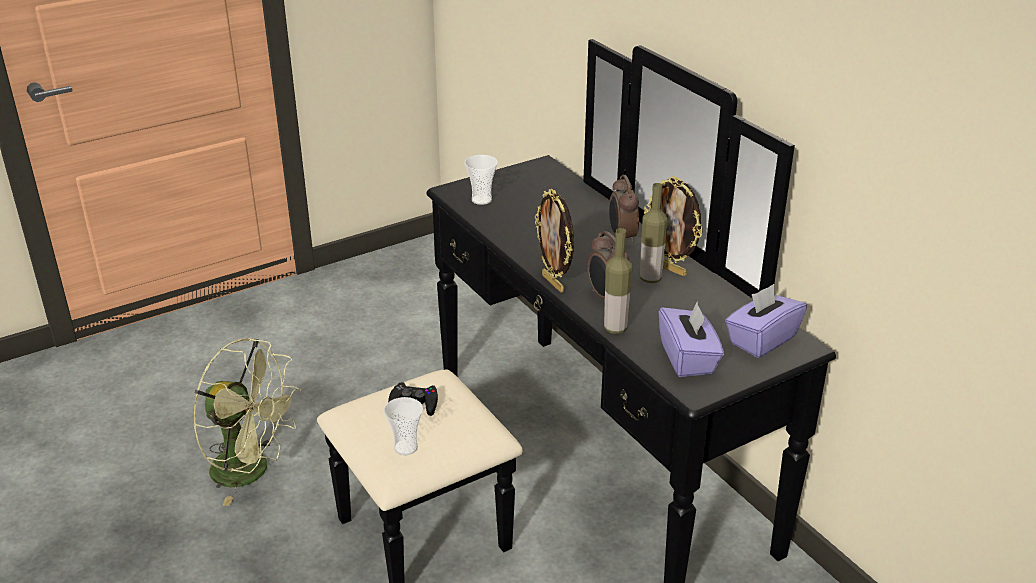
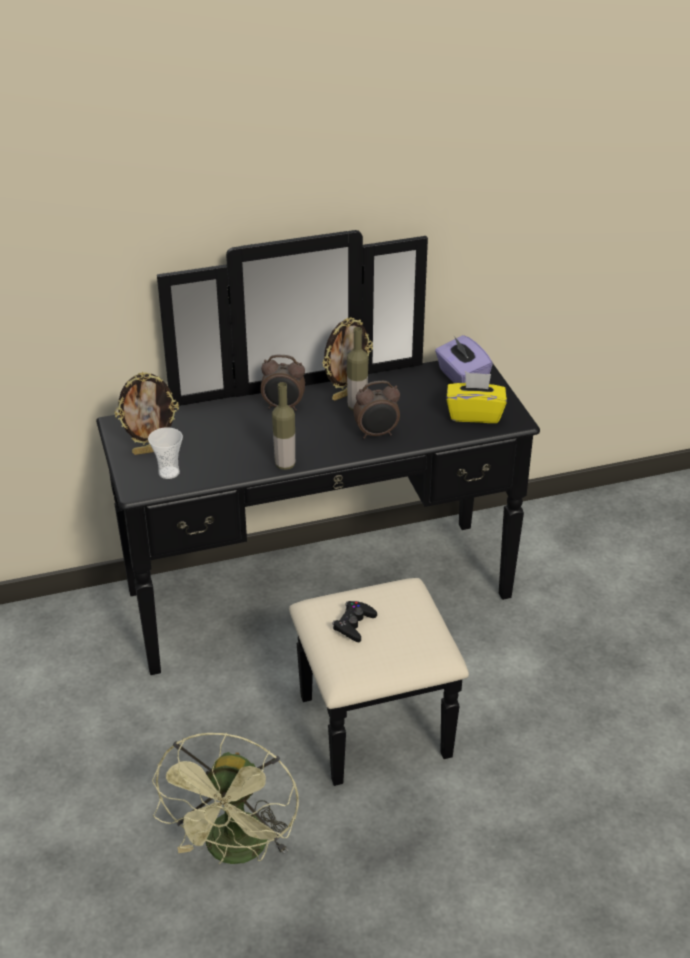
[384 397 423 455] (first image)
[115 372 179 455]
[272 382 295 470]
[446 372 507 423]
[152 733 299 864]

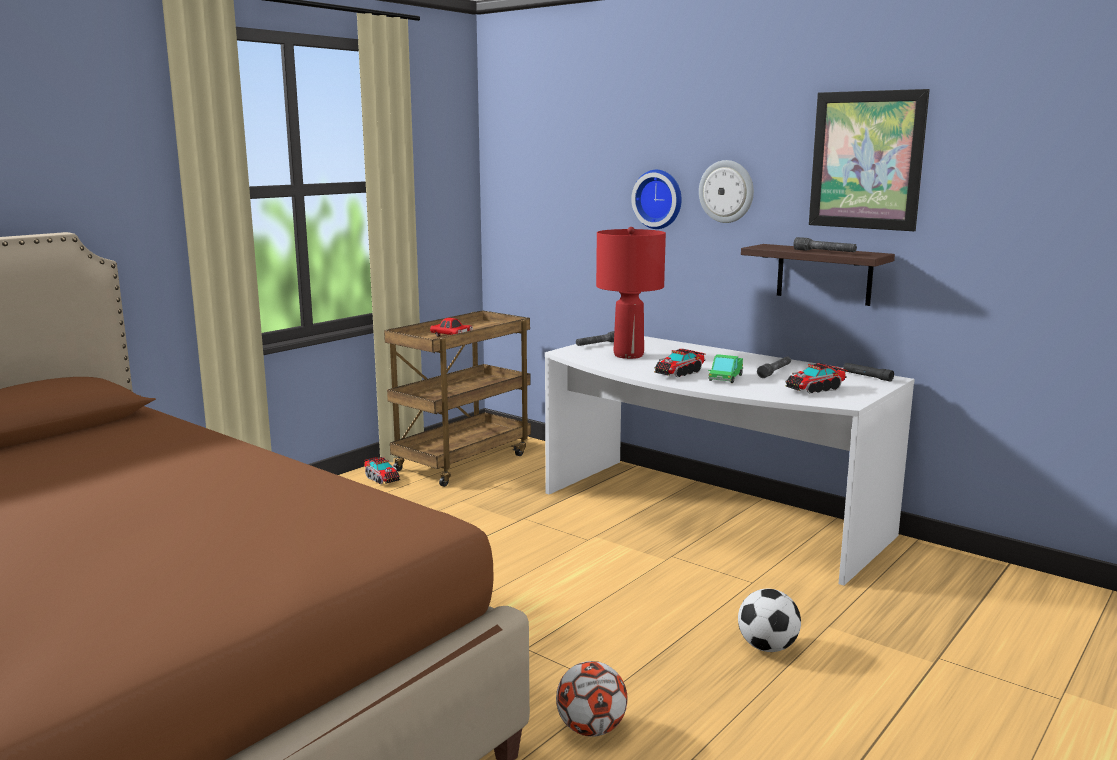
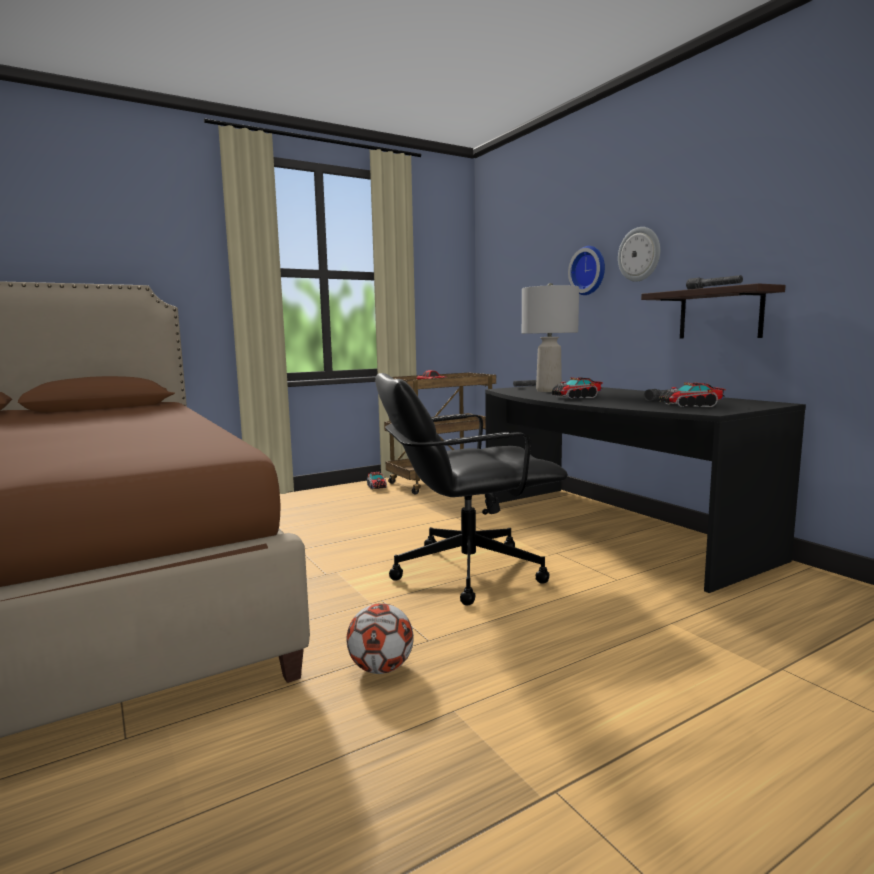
[708 354 743 383] (first image)
[738 589 801 652] (first image)
[809 89 930 231] (first image)
[843 363 894 382] (first image)
[375 373 568 606]
[485 386 806 593]
[522 283 579 392]

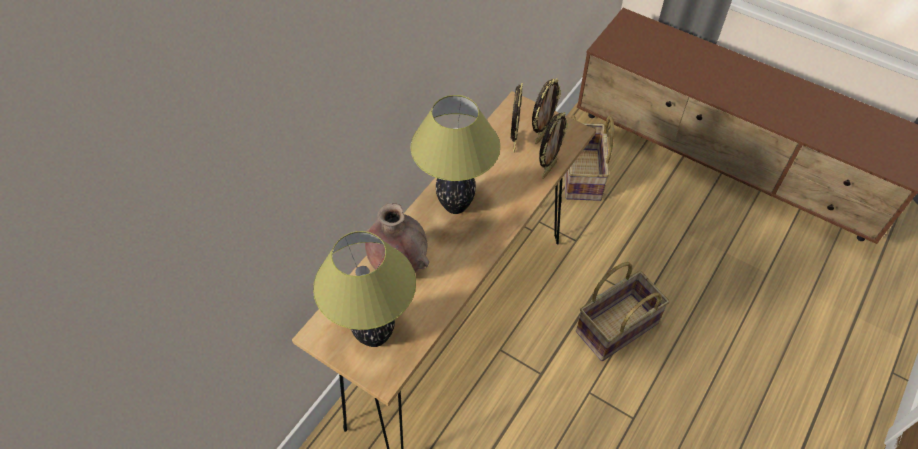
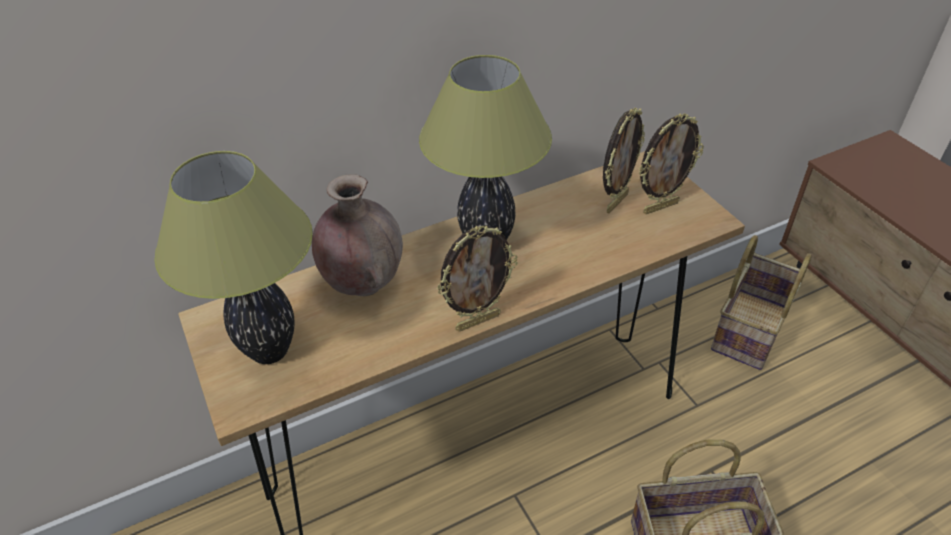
[437 225 518 332]

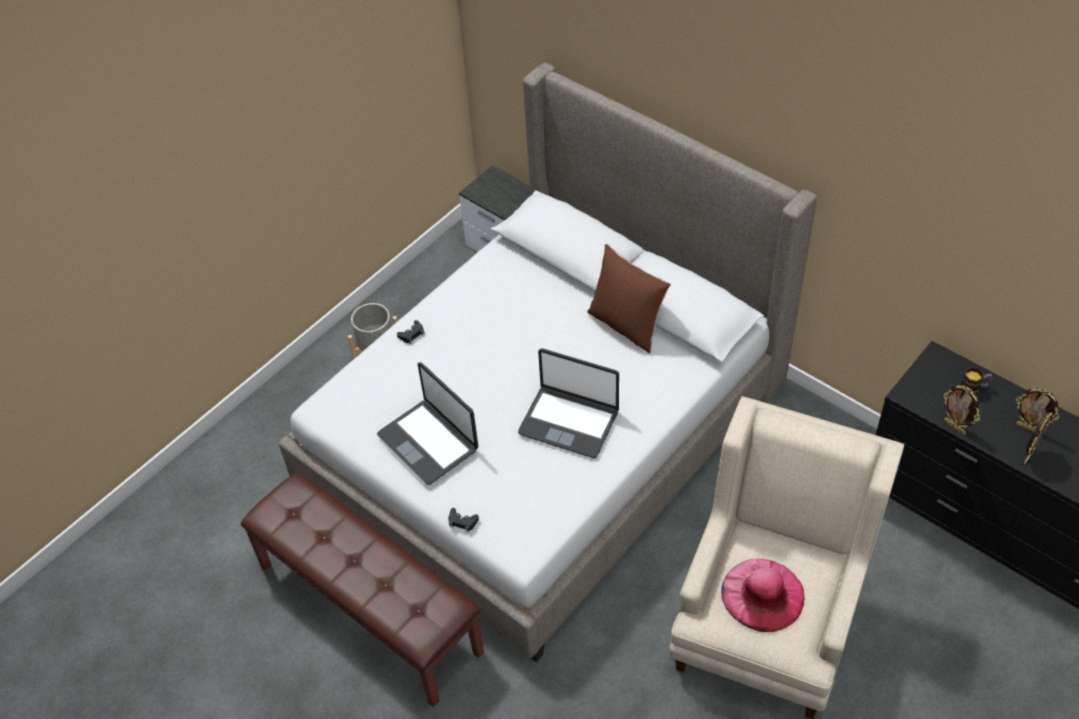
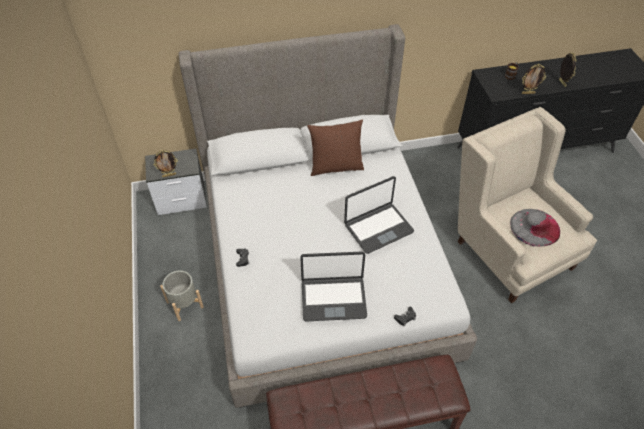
[153 150 178 177]
[510 209 560 247]

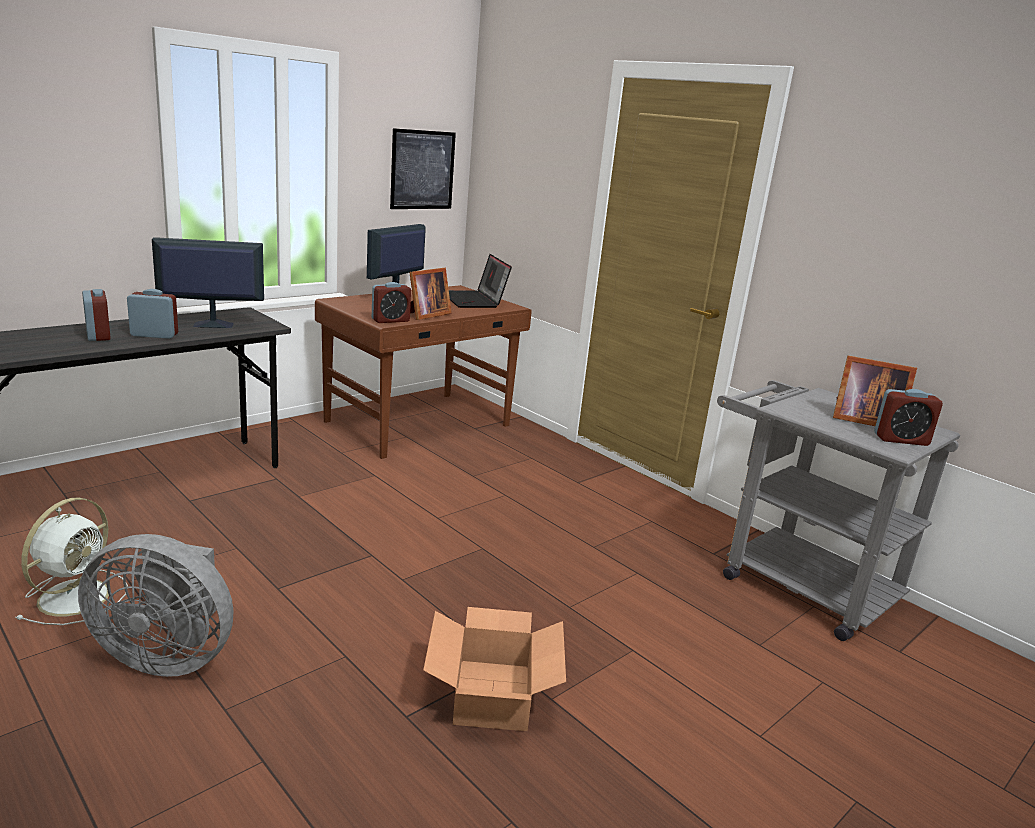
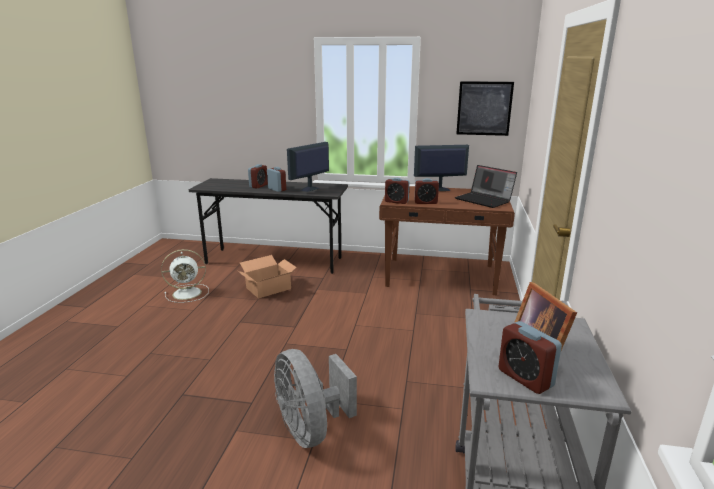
[274 349 357 448]
[238 255 296 298]
[415 178 439 204]
[287 142 329 192]
[455 165 517 208]

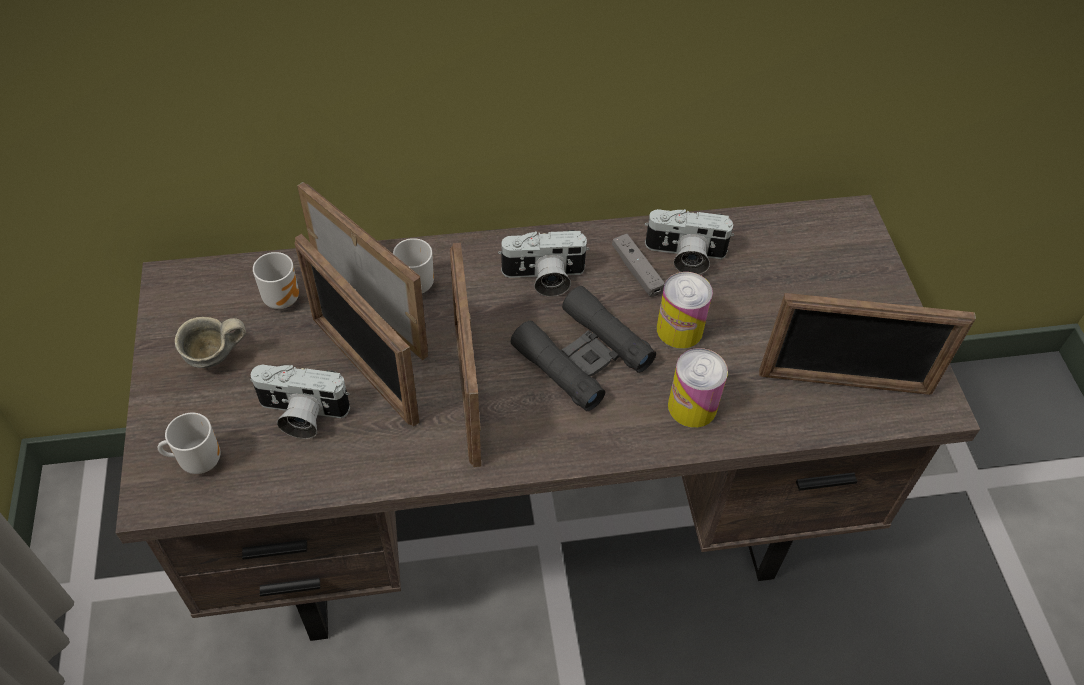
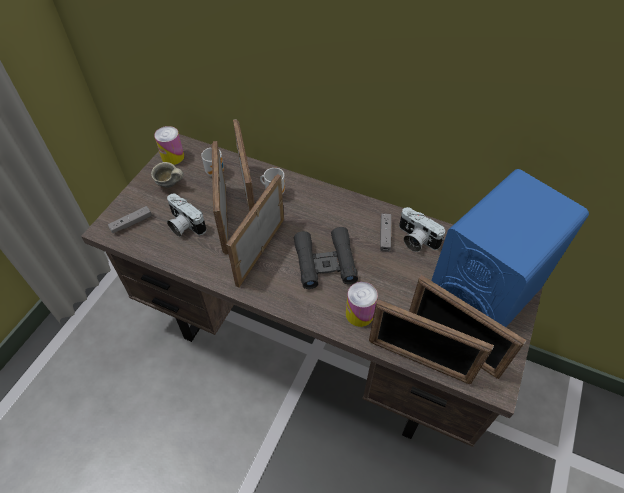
[498 230 589 296] (first image)
[369 299 494 384]
[431 169 589 327]
[154 126 184 165]
[108 206 152 233]

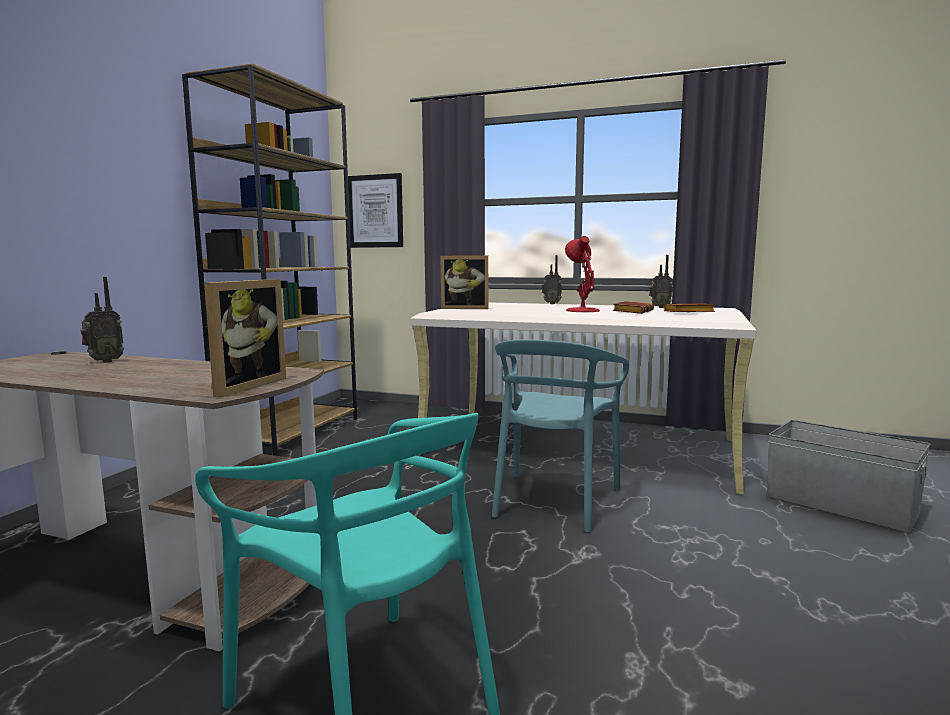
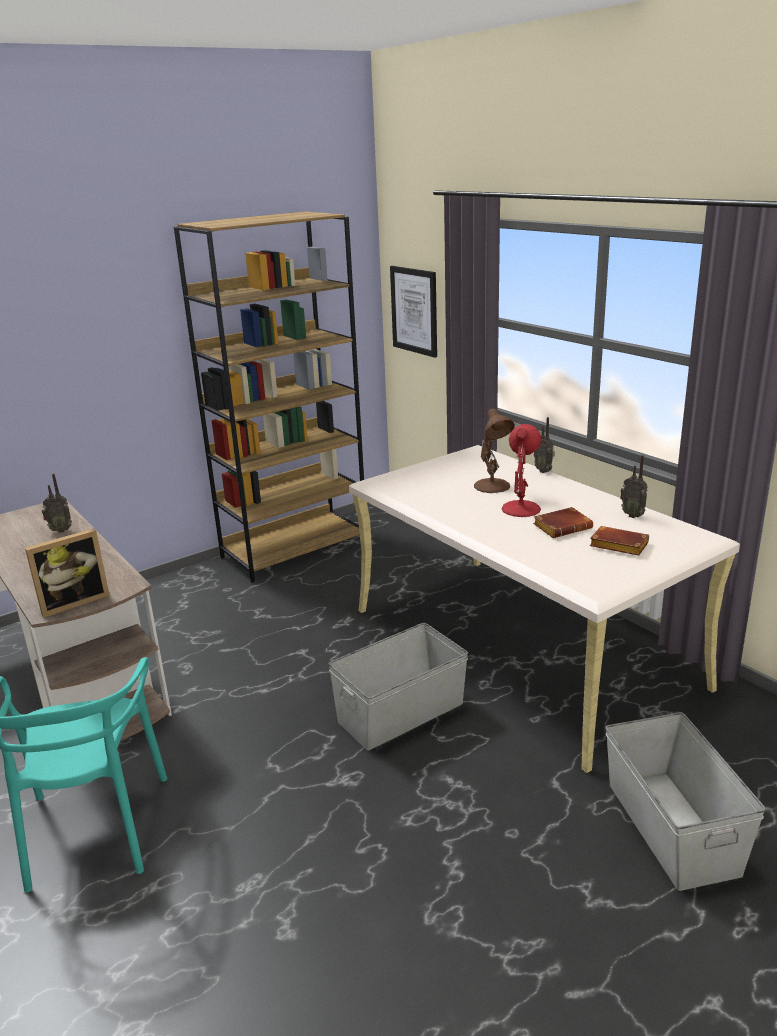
[441 255 488 309] (first image)
[474 408 515 493]
[328 623 468 750]

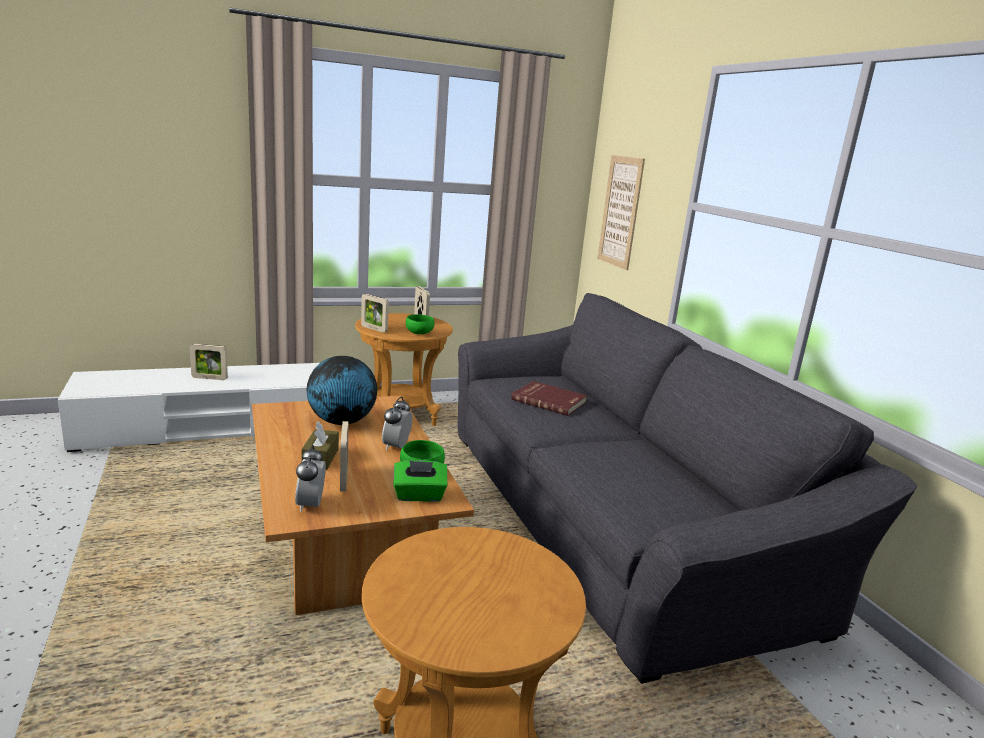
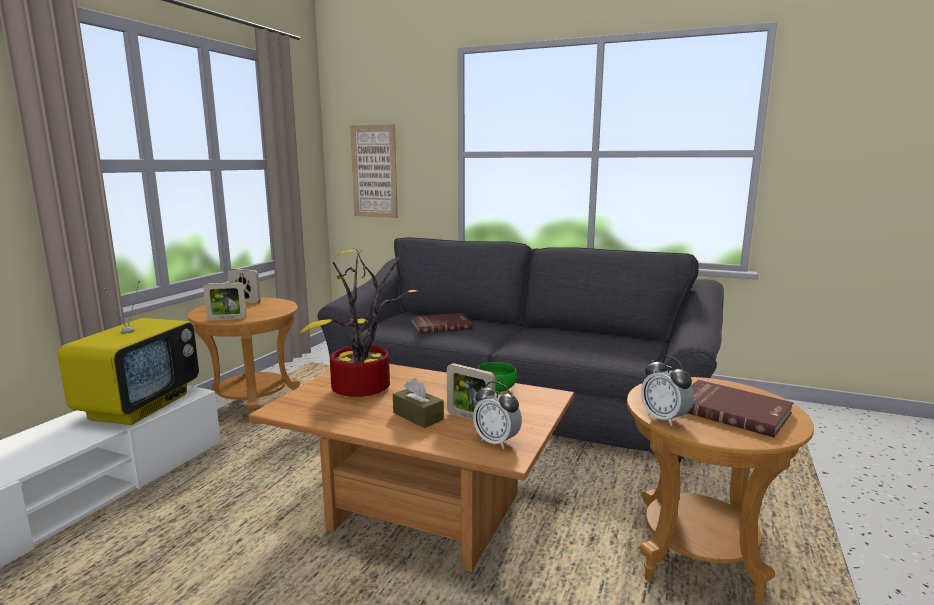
[190 344 228 380] (first image)
[393 460 447 502] (first image)
[406 314 434 334] (first image)
[57 281 199 425]
[688 380 793 437]
[641 356 694 426]
[300 243 421 397]

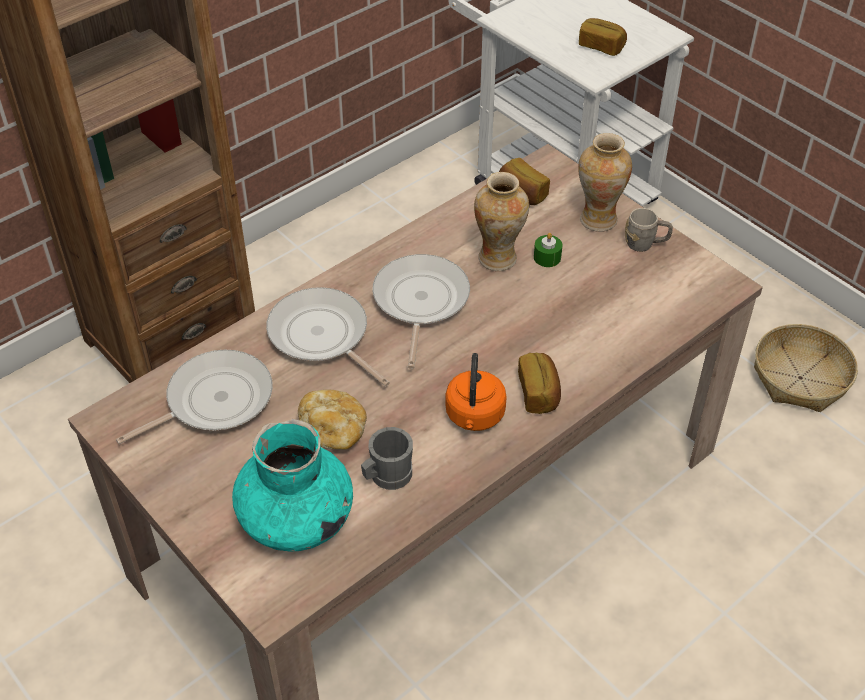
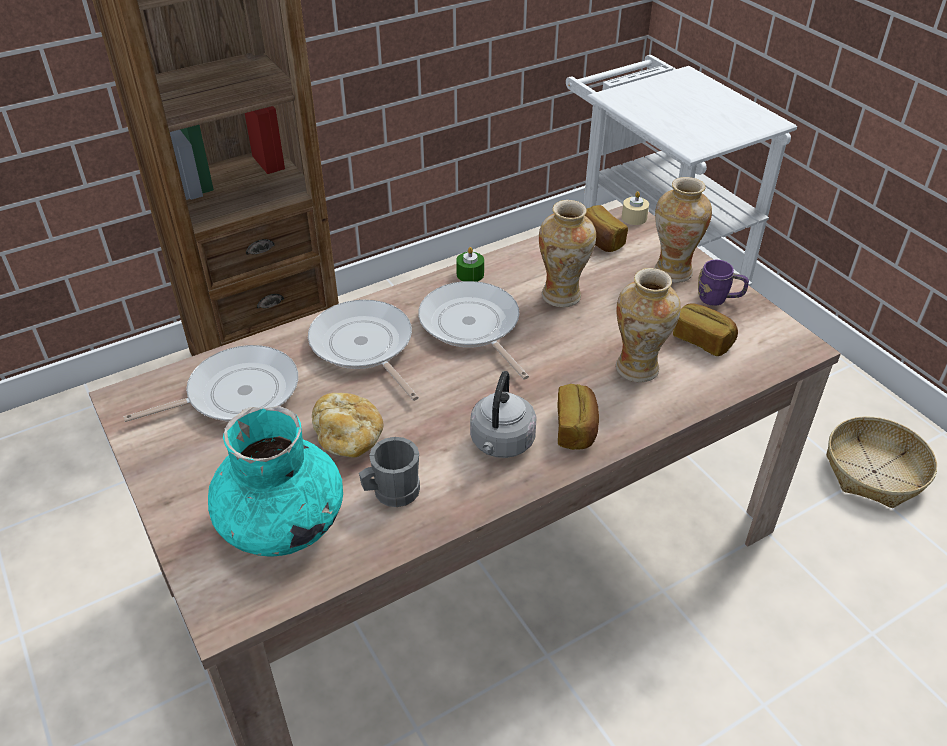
[616 268 681 382]
[622 191 649 225]
[456 247 484 282]
[673 303 738 356]
[470 371 537 458]
[698 260 749 306]
[418 281 529 380]

